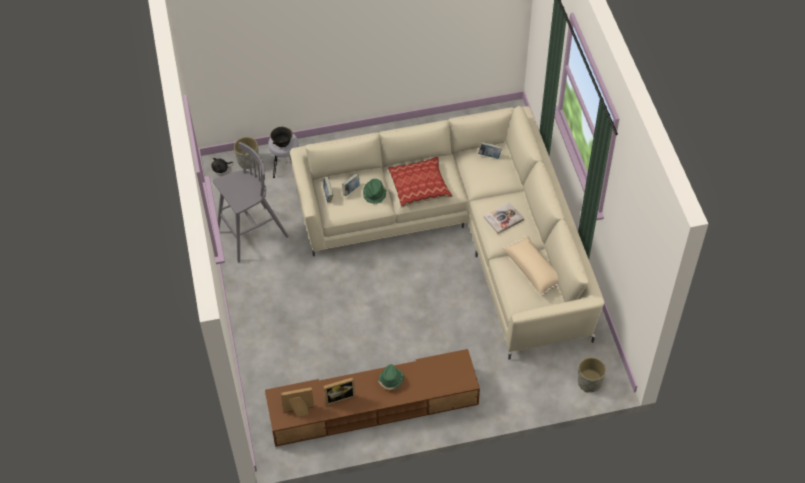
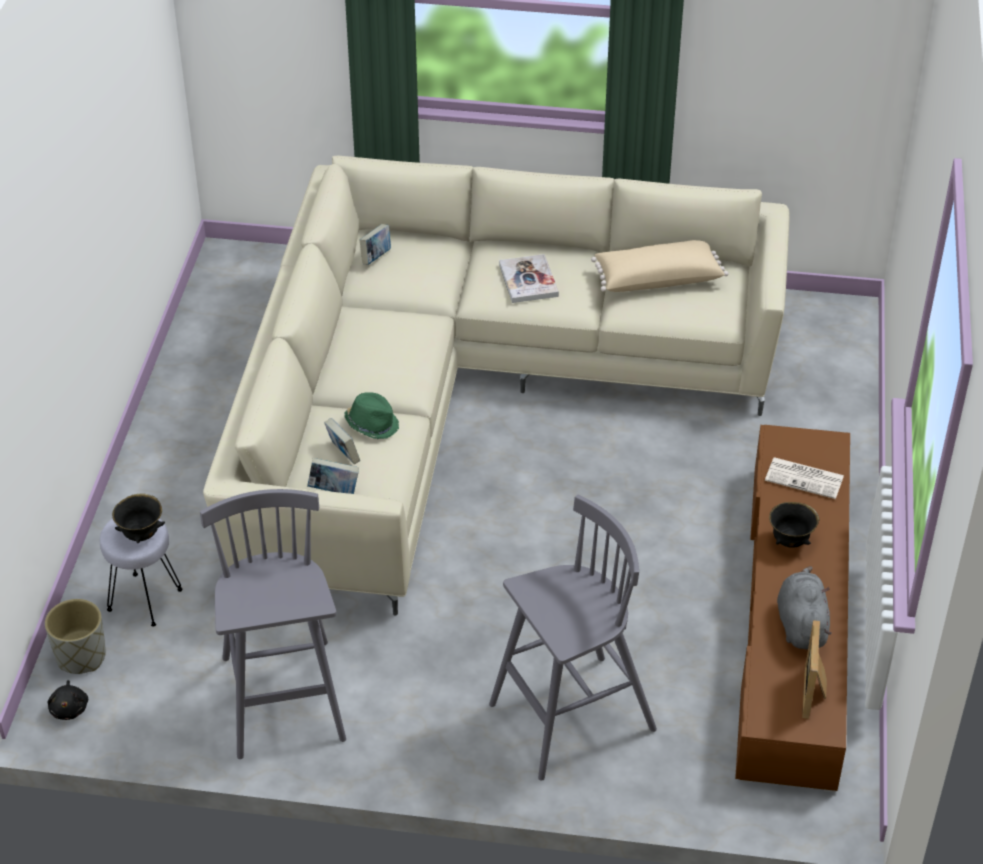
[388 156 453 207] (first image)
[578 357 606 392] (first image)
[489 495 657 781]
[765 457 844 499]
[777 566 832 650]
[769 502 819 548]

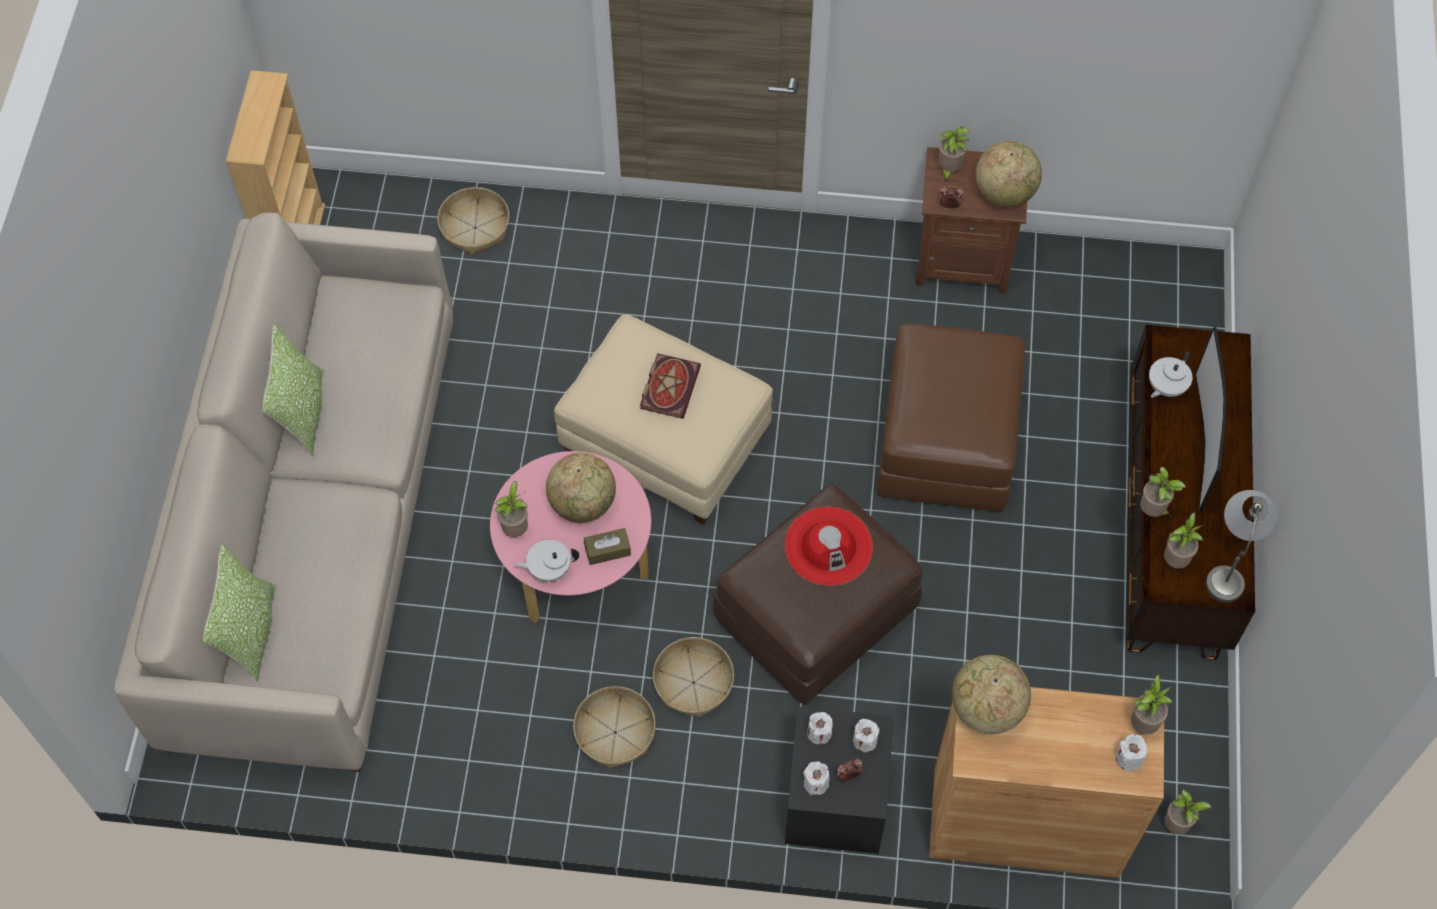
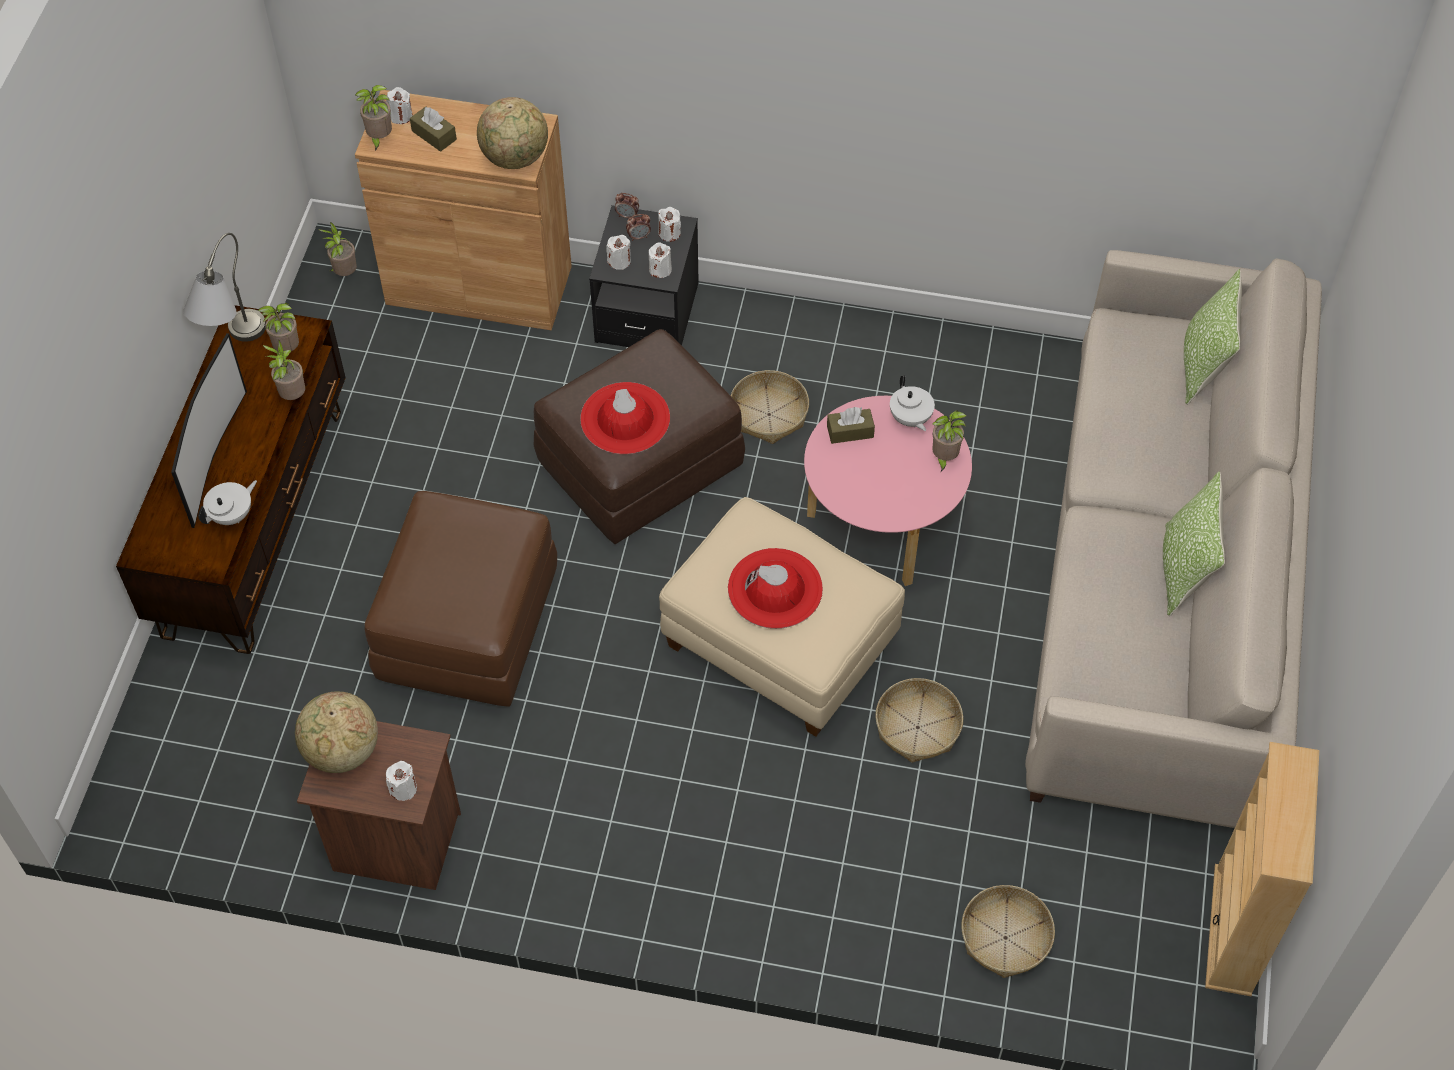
[546 453 616 523] (first image)
[410 106 457 152]
[875 678 963 763]
[615 193 639 218]
[728 548 823 629]
[386 761 417 801]
[890 375 935 431]

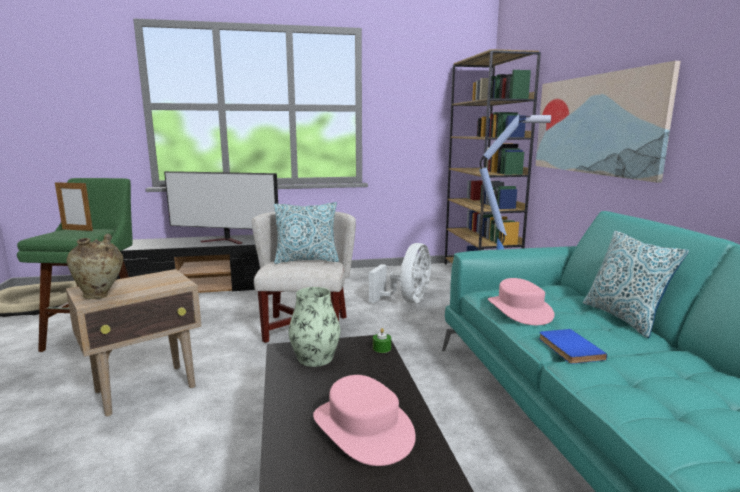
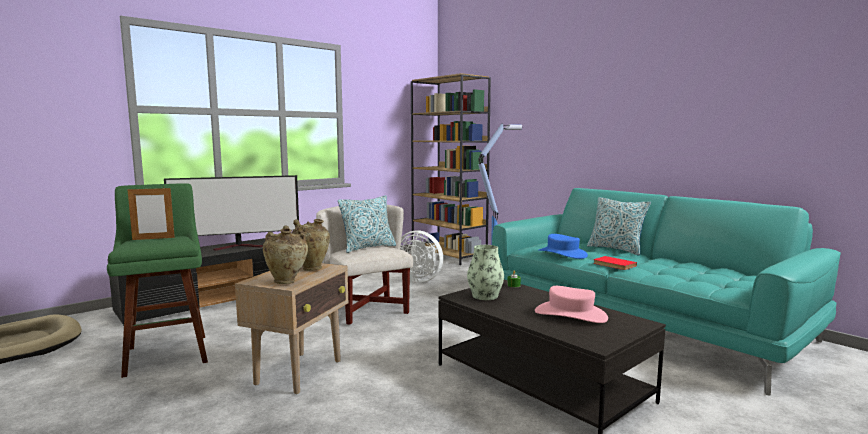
[536 61 680 183] (first image)
[291 219 330 271]
[538 234 588 259]
[594 256 637 270]
[400 231 443 282]

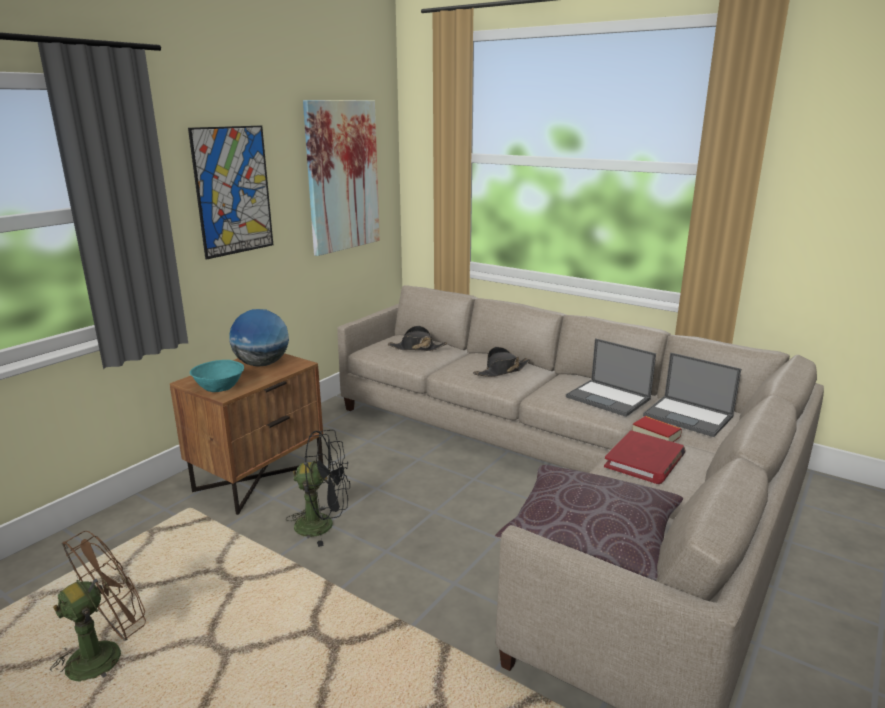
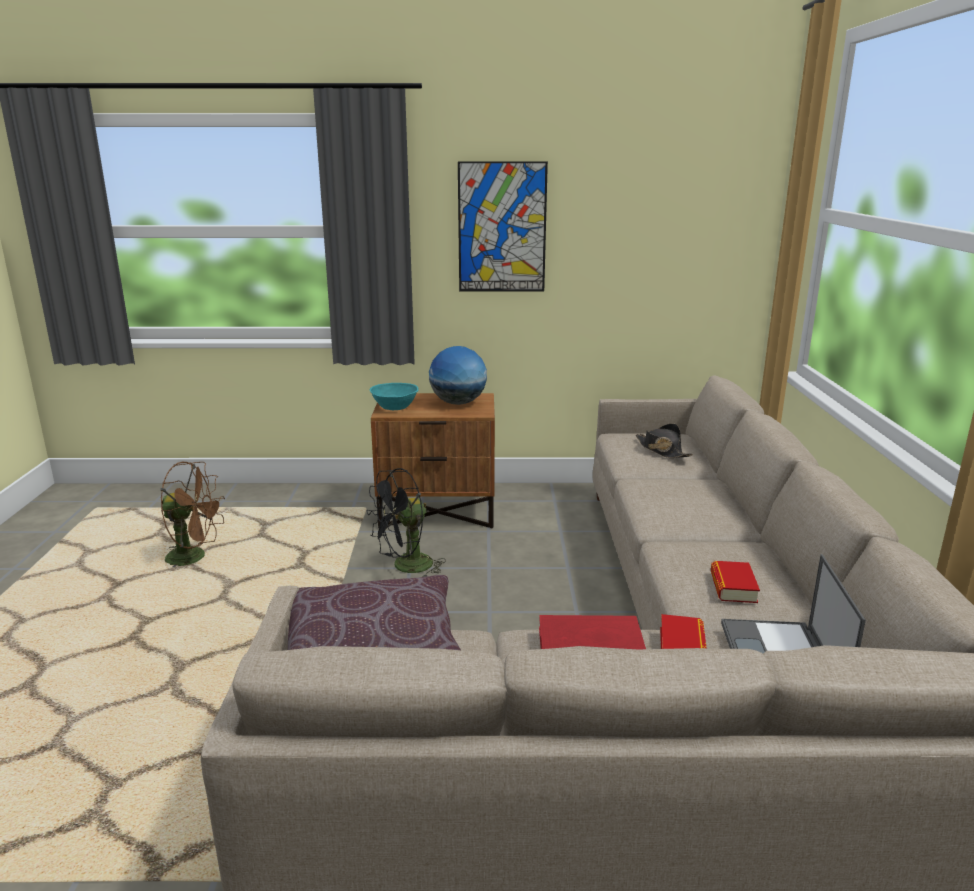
[303 100 380 256] (first image)
[473 347 530 377] (first image)
[711 561 760 603]
[366 468 446 577]

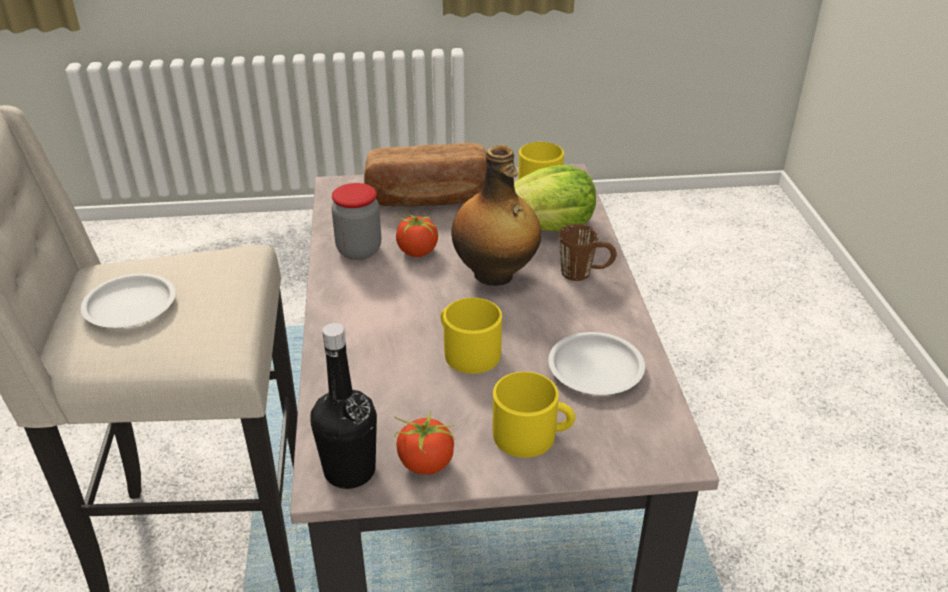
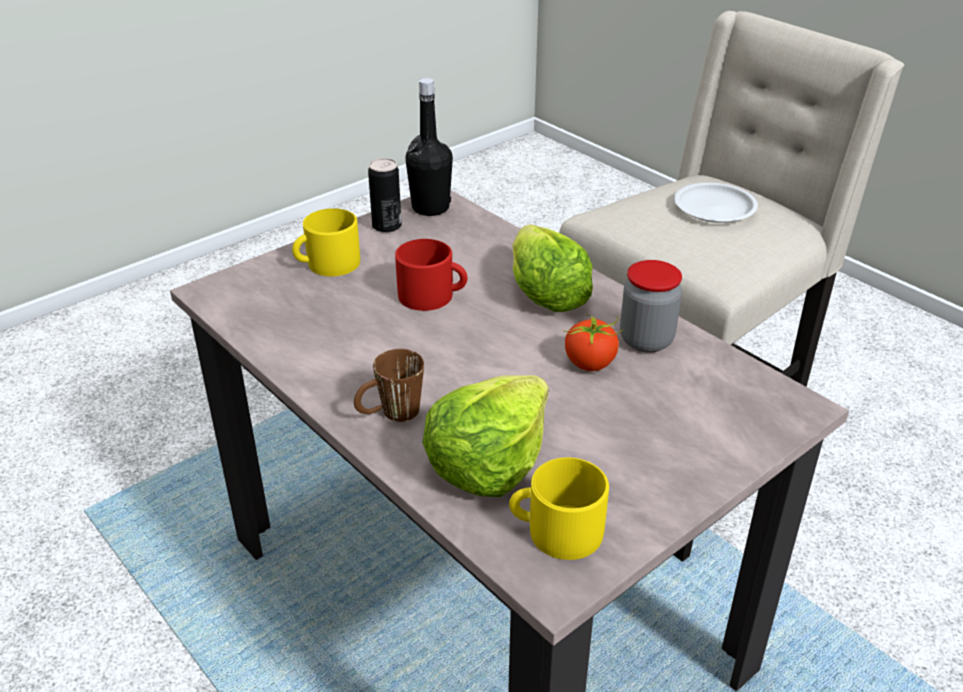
[364 143 487 207] (first image)
[451 145 541 286] (first image)
[548 332 645 395] (first image)
[512 224 593 312]
[368 158 402 233]
[395 239 467 311]

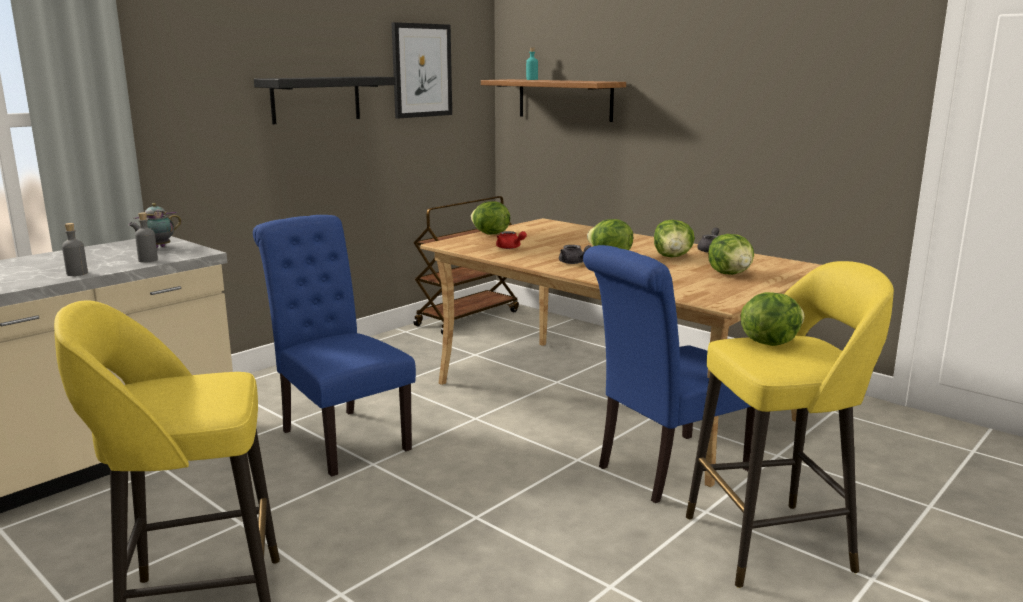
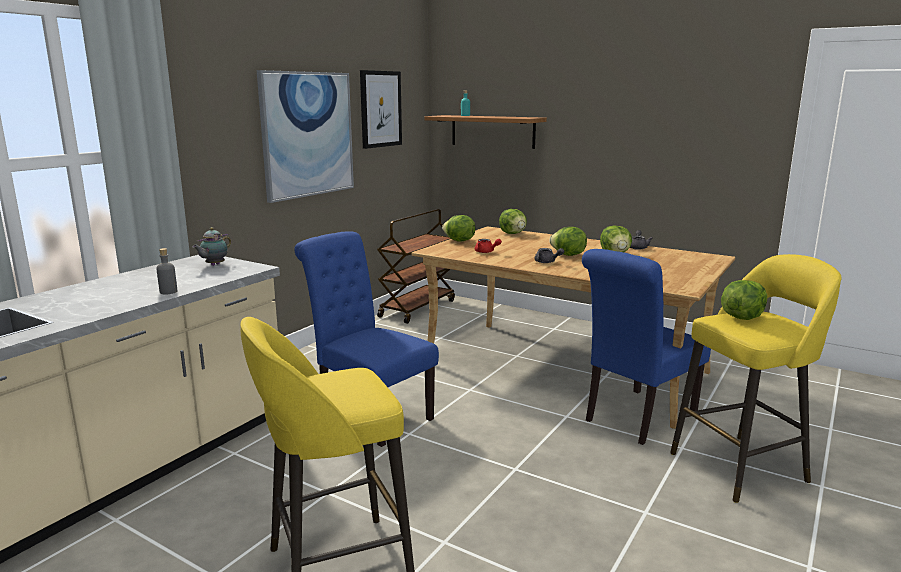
[135 212 158 263] (first image)
[499 209 527 234]
[257 70 354 203]

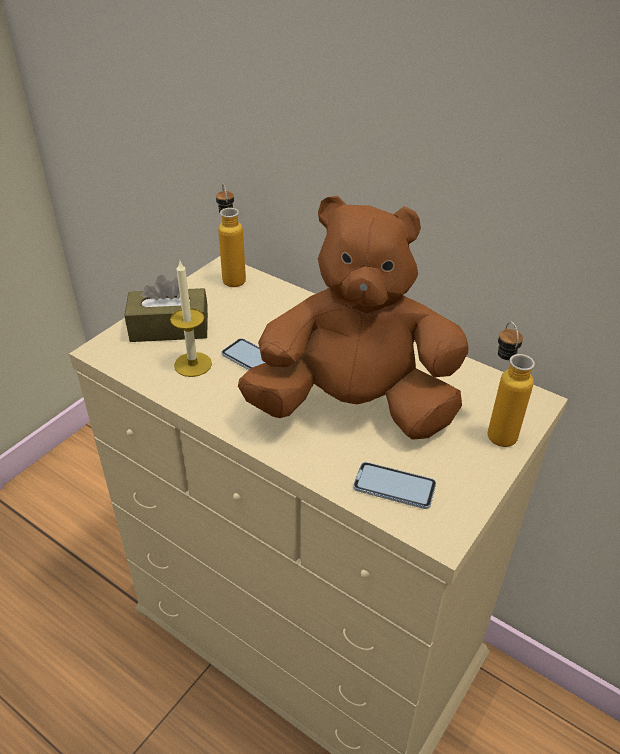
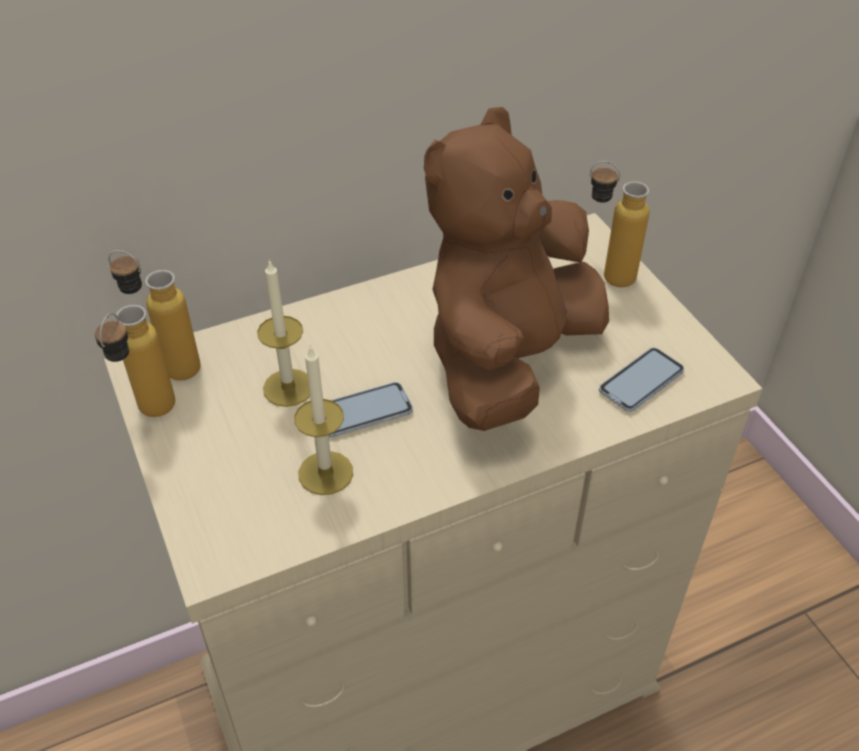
[124 275 208 342] (first image)
[95 305 175 417]
[257 259 310 407]

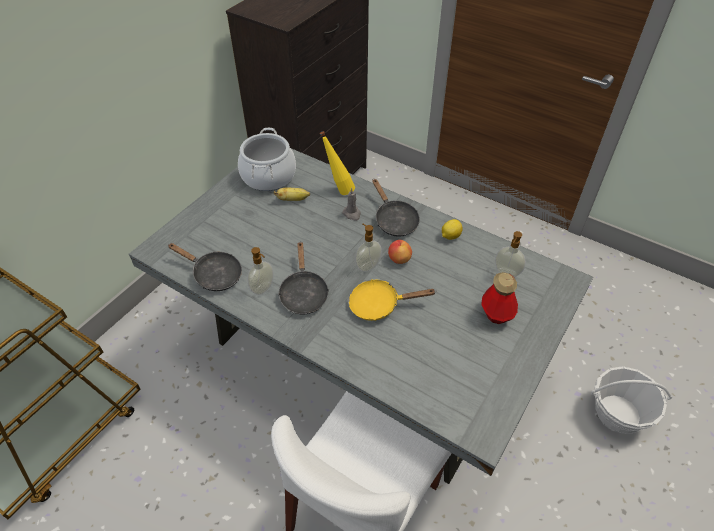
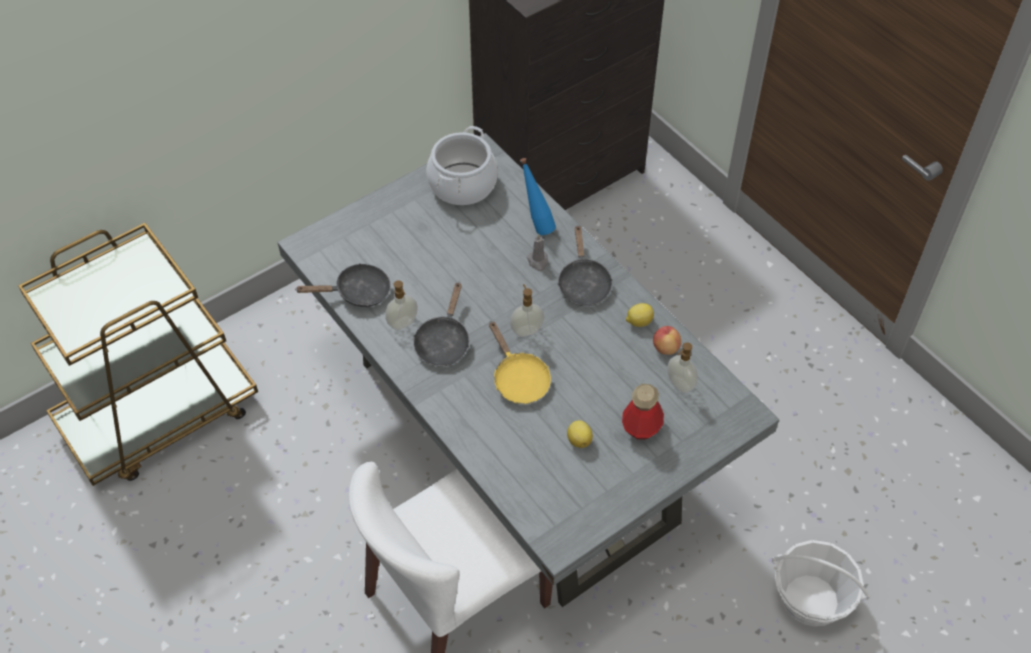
[274 188 310 201] (first image)
[567 420 593 448]
[653 326 681 355]
[520 158 556 235]
[295 263 391 307]
[489 321 551 404]

